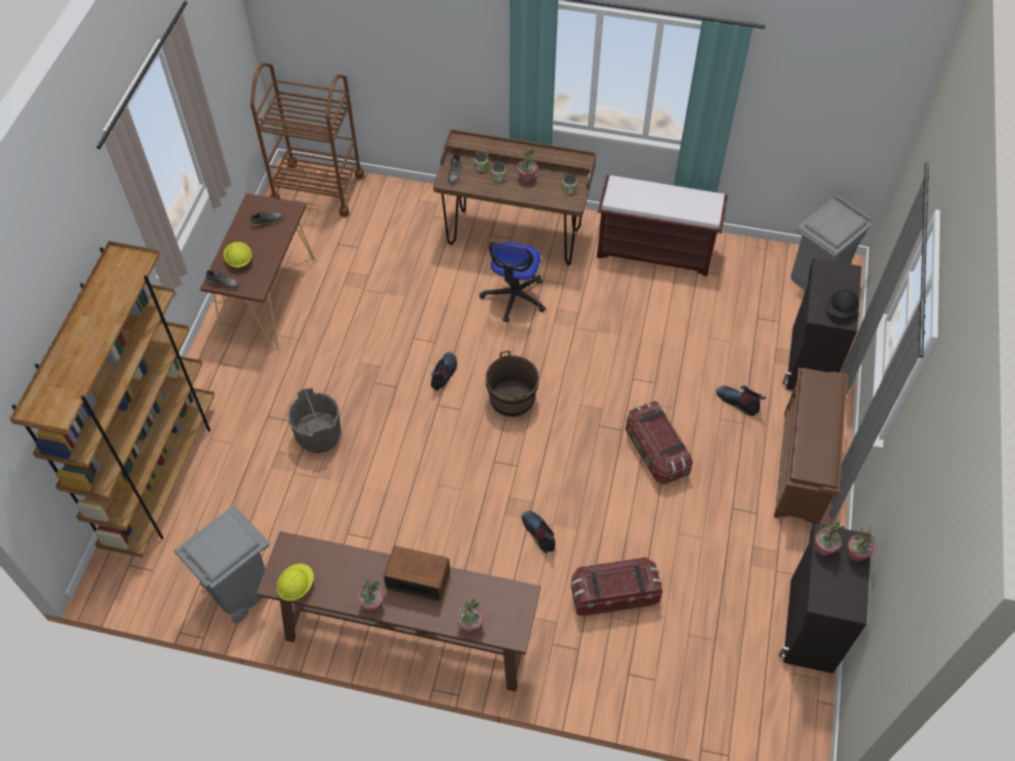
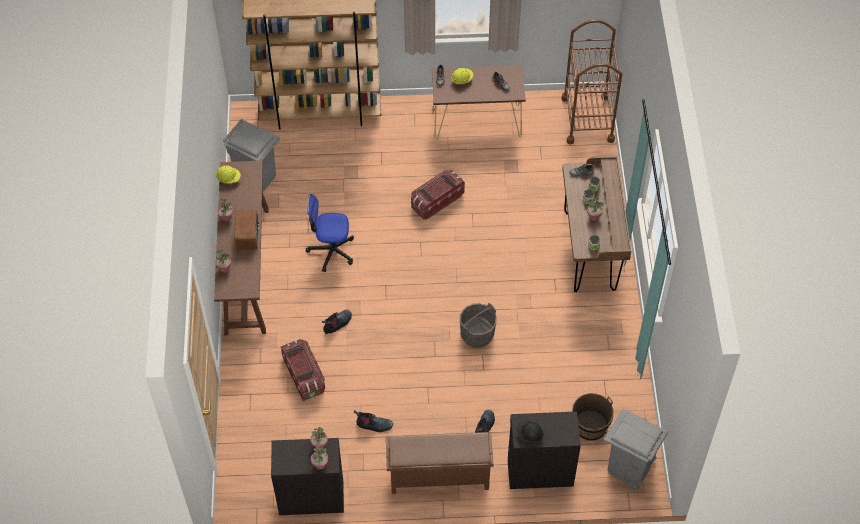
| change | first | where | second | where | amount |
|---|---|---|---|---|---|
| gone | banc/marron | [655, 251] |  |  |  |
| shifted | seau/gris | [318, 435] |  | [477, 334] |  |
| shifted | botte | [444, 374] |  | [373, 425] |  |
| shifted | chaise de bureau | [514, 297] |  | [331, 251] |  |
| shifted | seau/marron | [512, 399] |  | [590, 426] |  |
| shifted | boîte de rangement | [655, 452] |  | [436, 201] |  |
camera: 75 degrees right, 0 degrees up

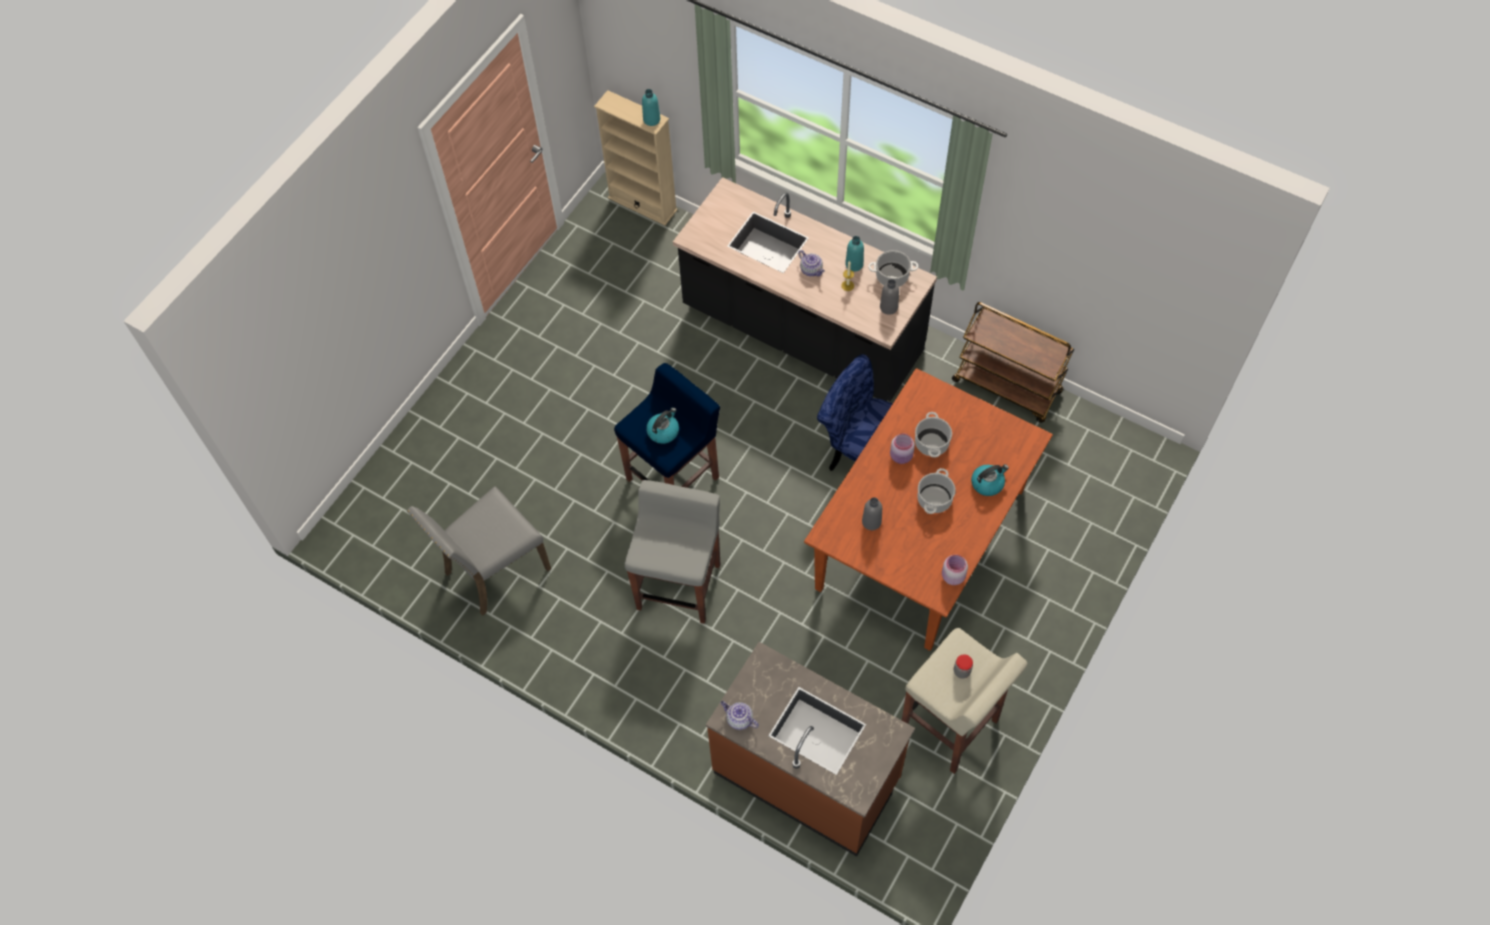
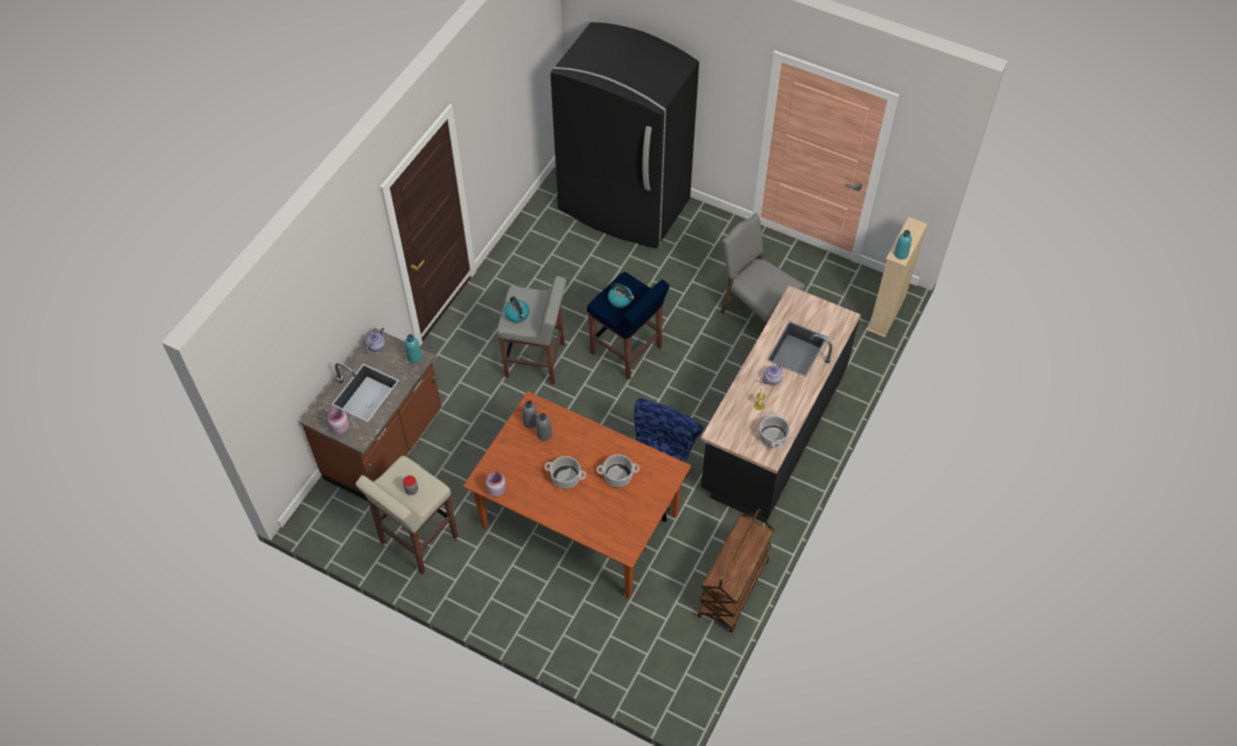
| change | first | where | second | where | amount |
|---|---|---|---|---|---|
| new |  |  | réfrigérateur/noir | [623, 206] |  |
| shifted | chaise/gris | [494, 570] |  | [756, 315] |  |
| shifted | bouteille/turquoise | [854, 264] |  | [414, 357] |  |
| shifted | bouteille/gris | [888, 307] |  | [530, 422] |  |
| shifted | bocal/rose | [901, 456] |  | [340, 428] |  |
| shifted | bouilloire | [987, 483] |  | [517, 315] |  |
camera: 85 degrees right, 5 degrees down

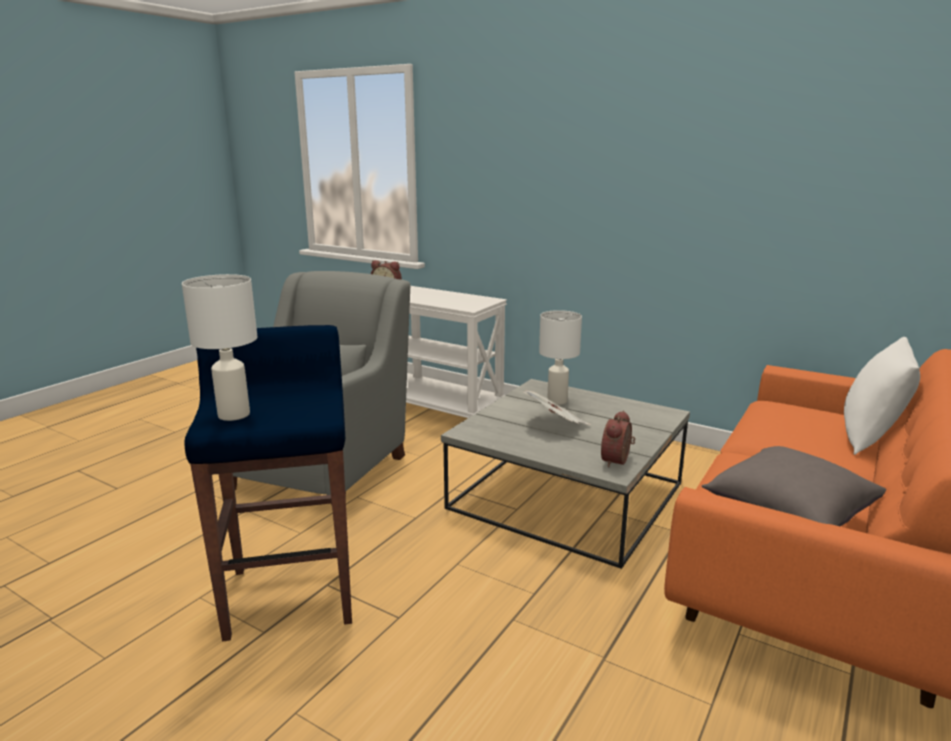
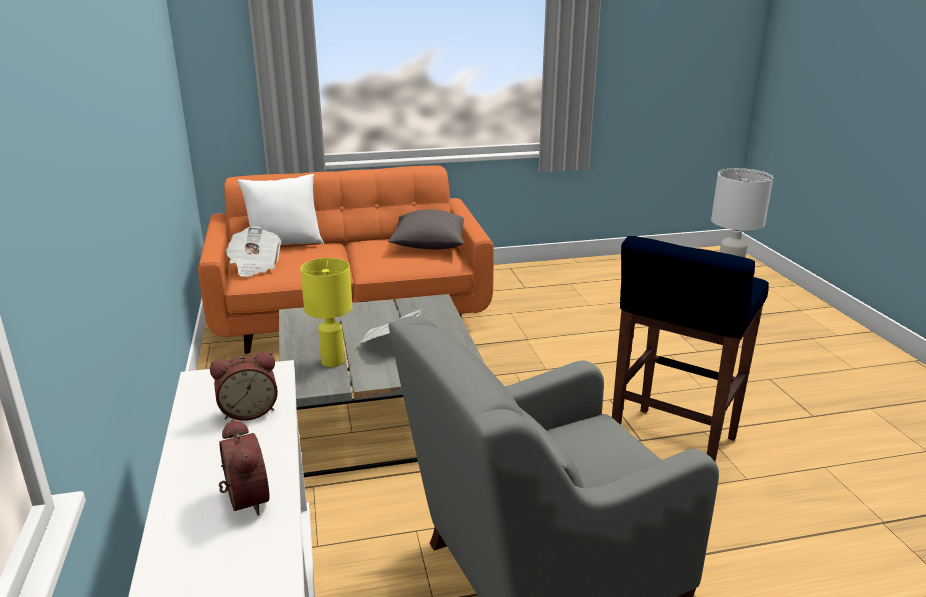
| change | first | where | second | where | amount |
|---|---|---|---|---|---|
| new |  |  | journal | [255, 266] |  |
| shifted | réveil | [618, 461] |  | [249, 411] |  |
| repainted | lampe de table/blanc | [556, 401] | lampe de table/jaune | [333, 362] |  |
camera: 135 degrees left, 5 degrees up

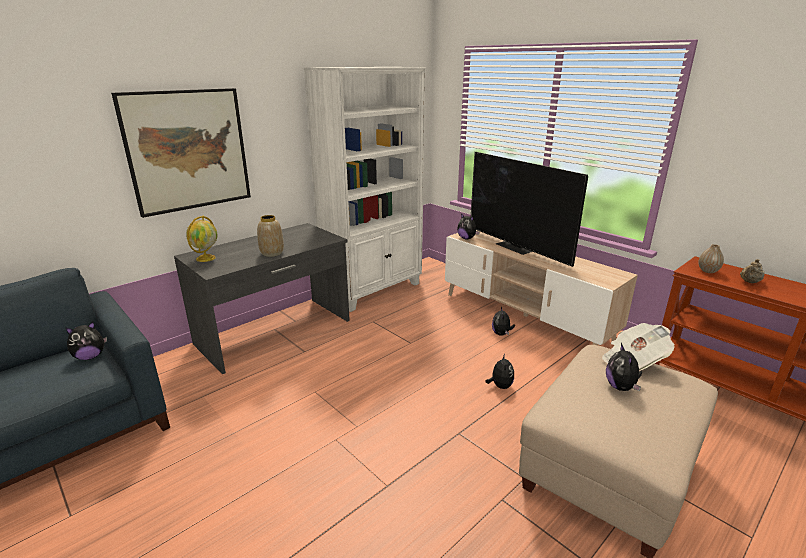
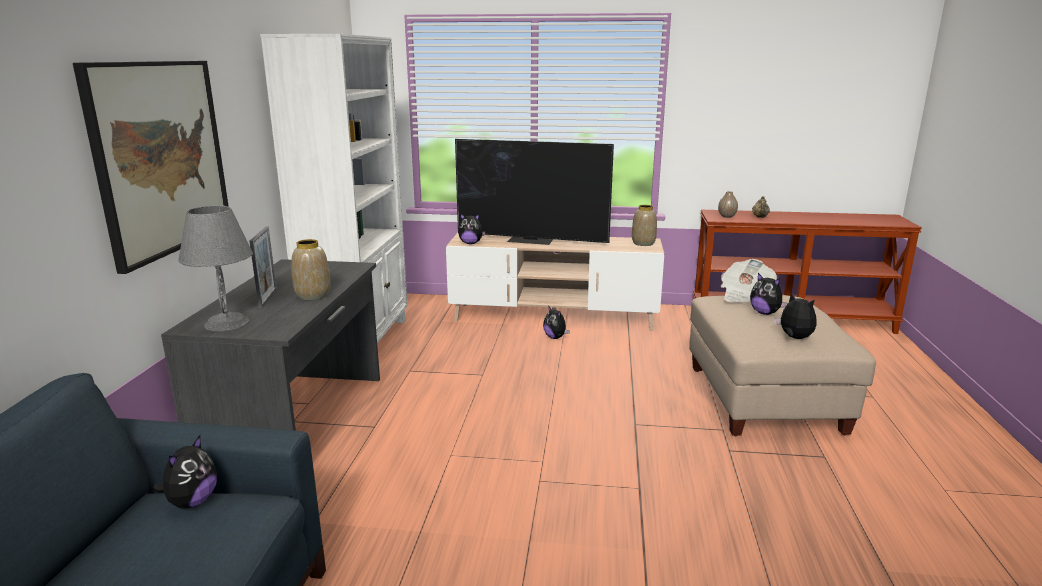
| change | first | where | second | where | amount |
|---|---|---|---|---|---|
| new |  |  | cadre photo | [268, 298] |  |
| new |  |  | vase | [643, 243] |  |
| shifted | peluche | [500, 386] |  | [794, 338] |  |
| swapped | globe | [206, 258] | lampe de table/gris | [226, 323] |  |
camera: 40 degrees left, 5 degrees down

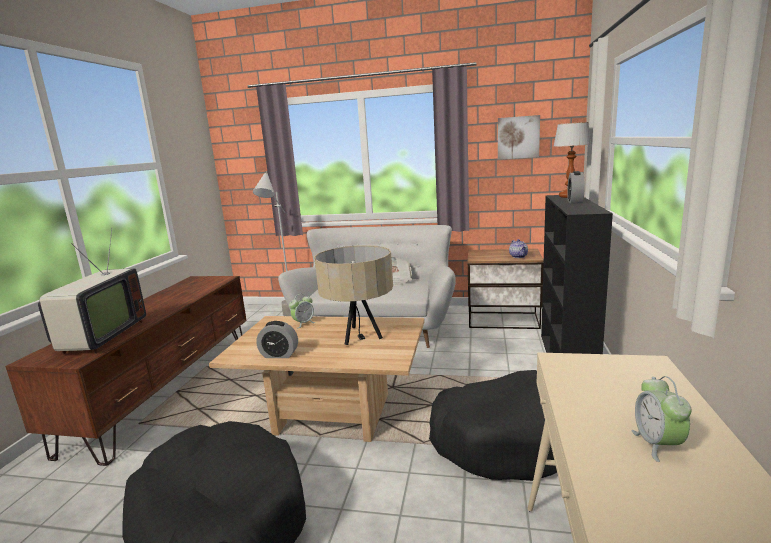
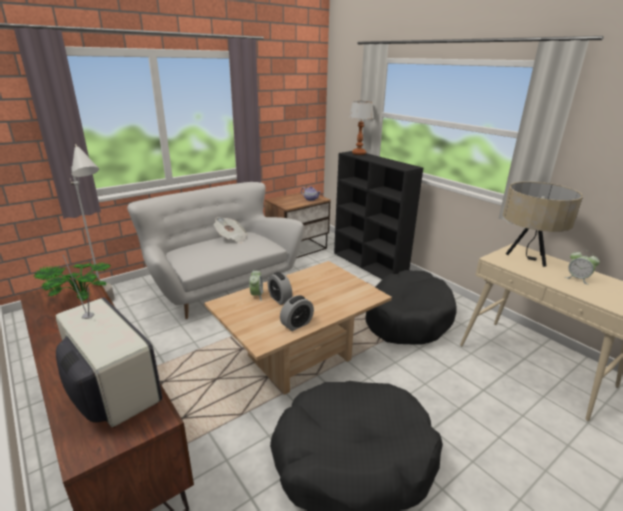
| change | first | where | second | where | amount |
|---|---|---|---|---|---|
| gone | tableau | [518, 137] |  |  |  |
| new |  |  | plante en pot | [79, 300] |  |
| shifted | lampe de table/beige | [359, 335] |  | [526, 258] |  |
| shifted | réveil | [575, 201] |  | [279, 299] |  |
camera: 50 degrees left, 10 degrees up

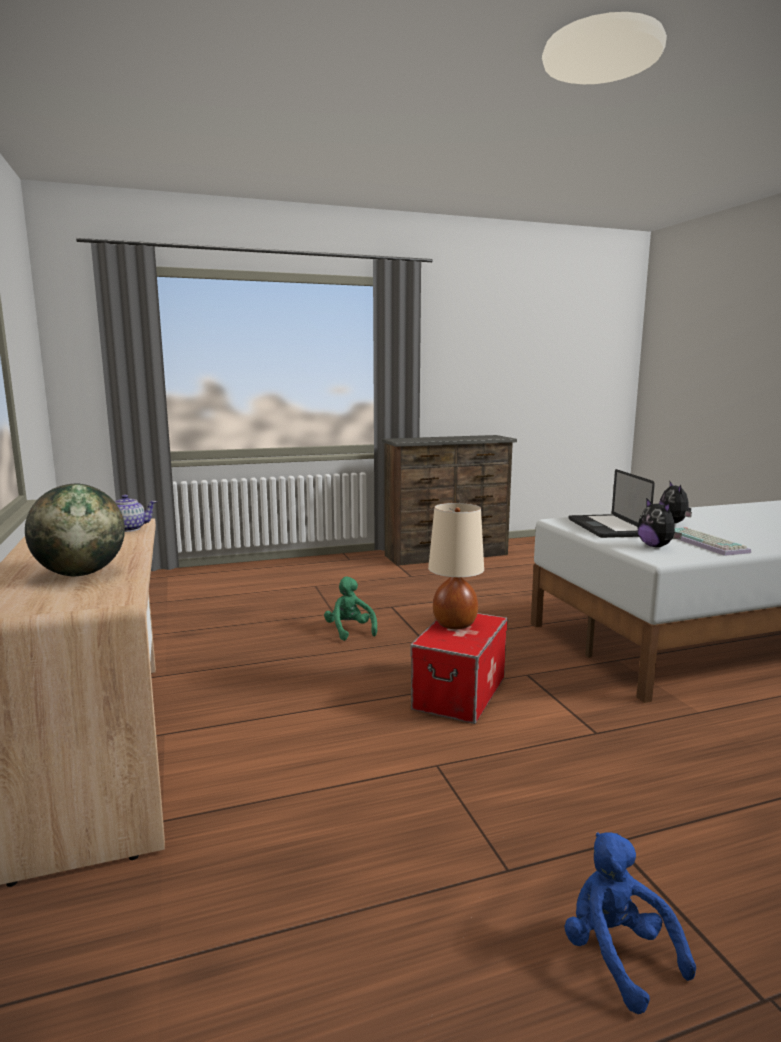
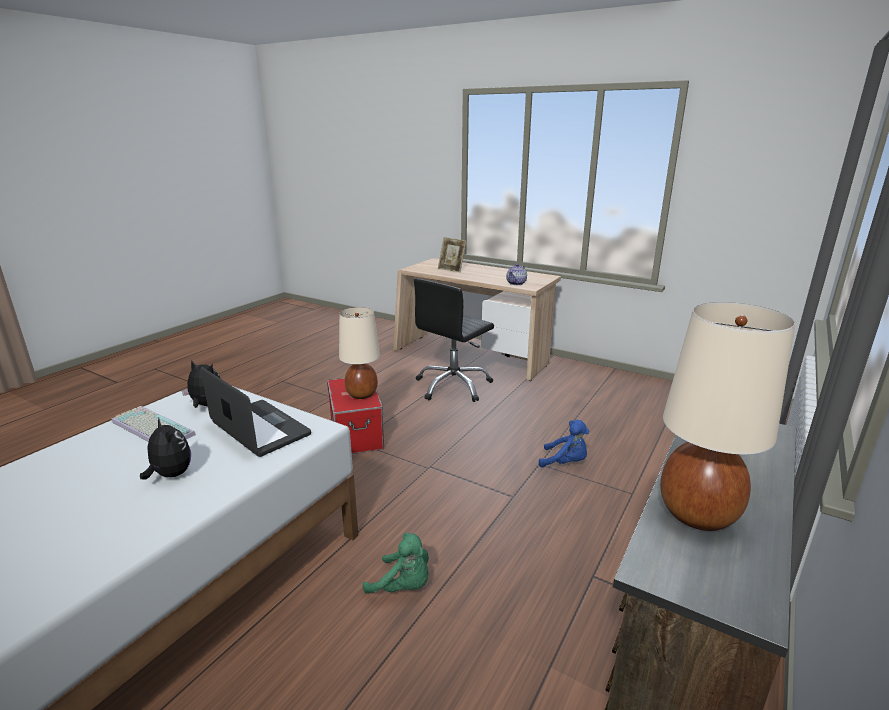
| change | first | where | second | where | amount |
|---|---|---|---|---|---|
| new |  |  | chaise de bureau/noir | [453, 386] |  |
| new |  |  | lampe de table/beige | [696, 513] |  |
| shifted | peluche/vert | [349, 630] |  | [403, 586] |  |
| shifted | peluche/bleu | [617, 954] |  | [565, 462] |  |
| swapped | globe | [80, 574] | cadre photo | [451, 269] |  |
camera: 140 degrees right, 10 degrees up

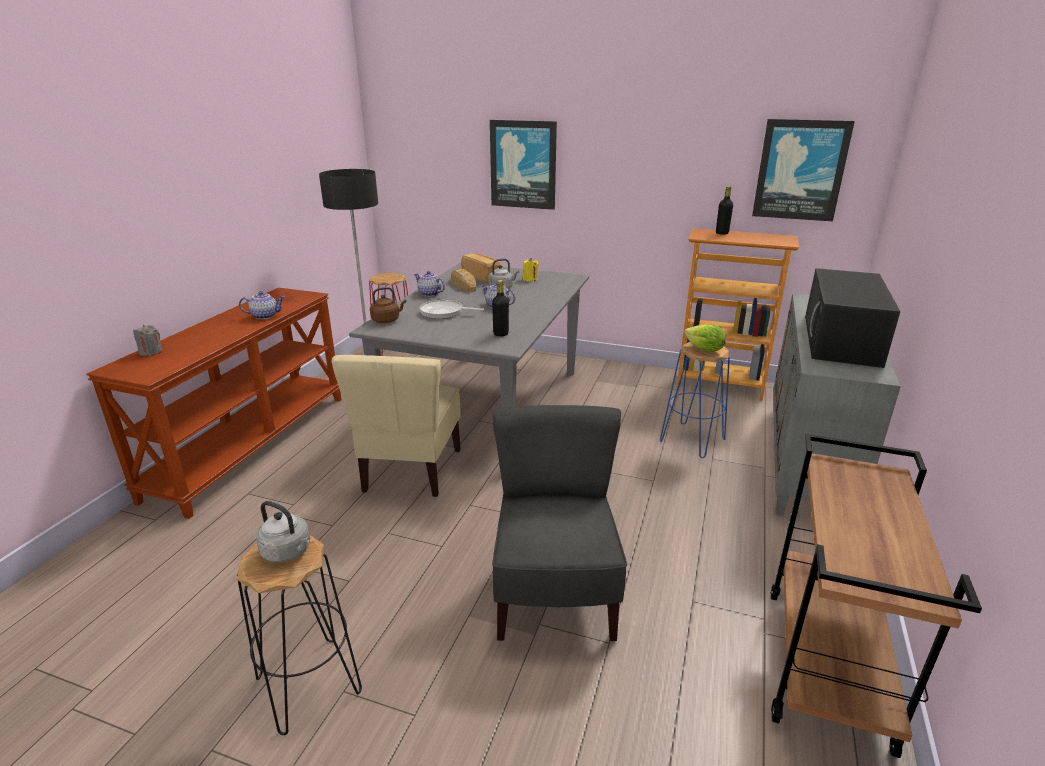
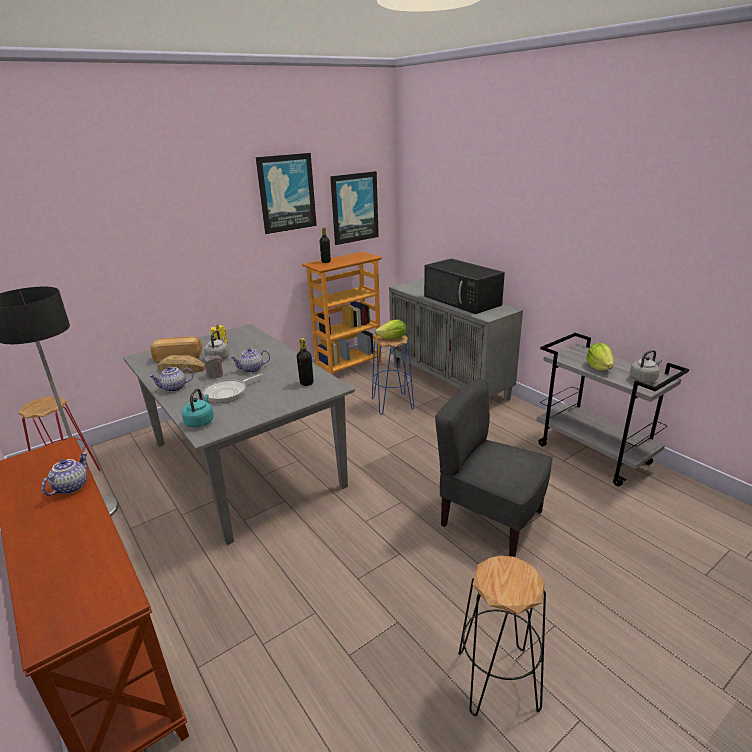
| change | first | where | second | where | amount |
|---|---|---|---|---|---|
| gone | chaise/beige | [411, 471] |  |  |  |
| new |  |  | laitue | [599, 367] |  |
| shifted | bougie/gris | [151, 352] |  | [215, 375] |  |
| shifted | bouilloire/gris | [288, 552] |  | [644, 379] |  |
| shifted | tableau | [523, 164] |  | [286, 193] |  |
| repainted | bouilloire/marron | [387, 320] | bouilloire/turquoise | [200, 421] |  |
| repainted | chariot/marron | [827, 667] | chariot/gris | [594, 454] |  |
camera: 55 degrees left, 0 degrees up

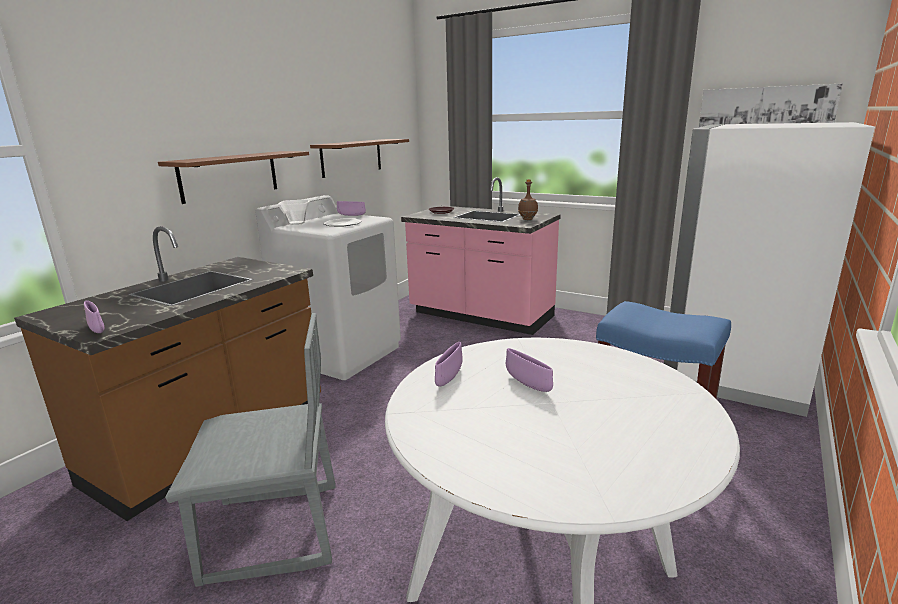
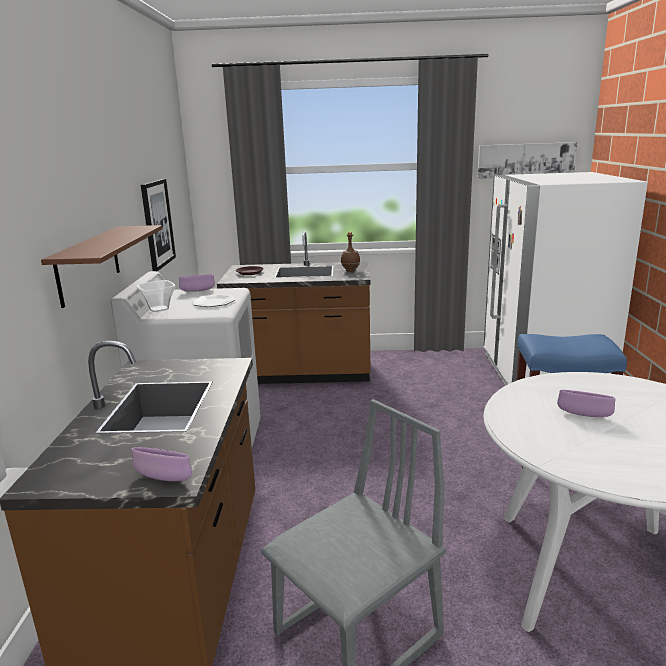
| change | first | where | second | where | amount |
|---|---|---|---|---|---|
| gone | bol/violet | [449, 378] |  |  |  |
| swapped | étagère/marron | [351, 157] | tableau | [157, 223] |  |
| repainted | comptoir de cuisine/rose | [480, 316] | comptoir de cuisine/marron | [302, 374] |  |
camera: 30 degrees left, 0 degrees up

